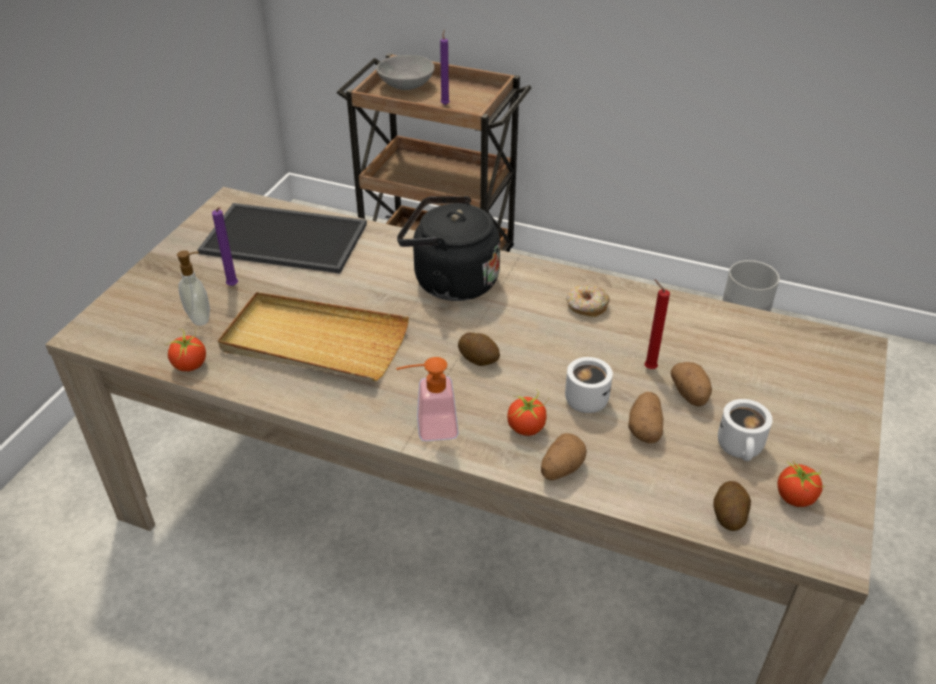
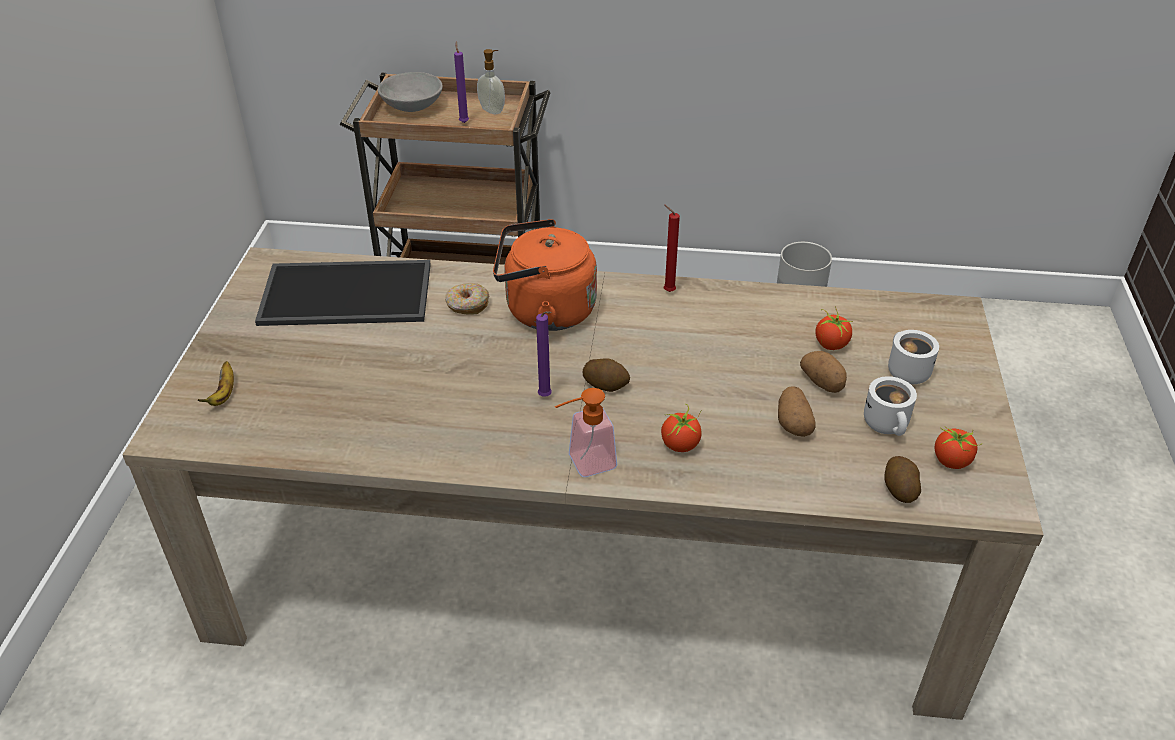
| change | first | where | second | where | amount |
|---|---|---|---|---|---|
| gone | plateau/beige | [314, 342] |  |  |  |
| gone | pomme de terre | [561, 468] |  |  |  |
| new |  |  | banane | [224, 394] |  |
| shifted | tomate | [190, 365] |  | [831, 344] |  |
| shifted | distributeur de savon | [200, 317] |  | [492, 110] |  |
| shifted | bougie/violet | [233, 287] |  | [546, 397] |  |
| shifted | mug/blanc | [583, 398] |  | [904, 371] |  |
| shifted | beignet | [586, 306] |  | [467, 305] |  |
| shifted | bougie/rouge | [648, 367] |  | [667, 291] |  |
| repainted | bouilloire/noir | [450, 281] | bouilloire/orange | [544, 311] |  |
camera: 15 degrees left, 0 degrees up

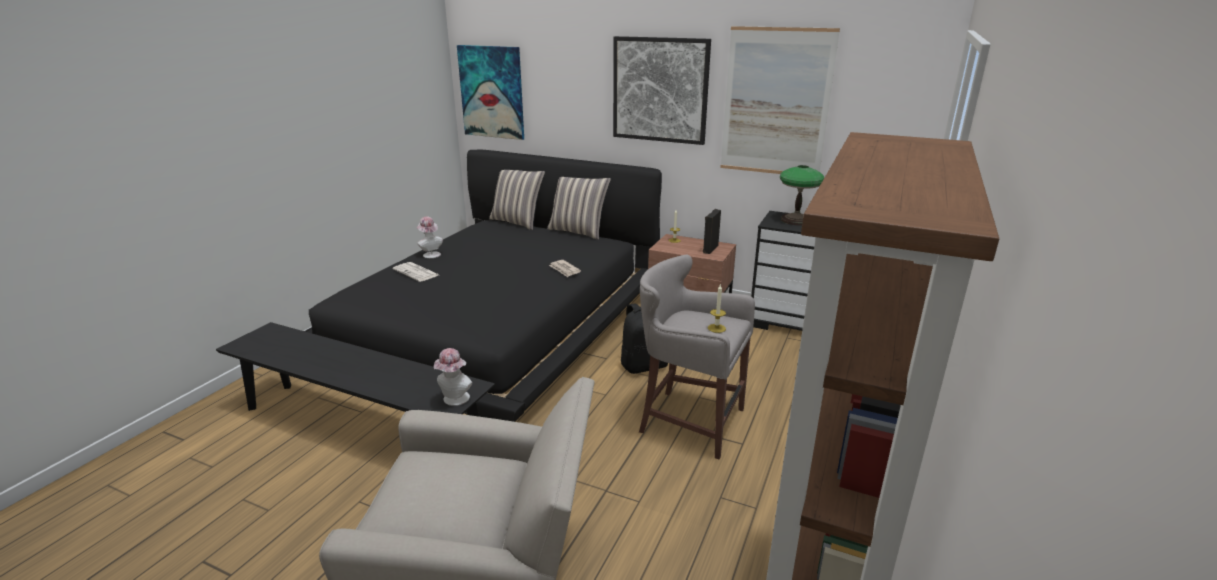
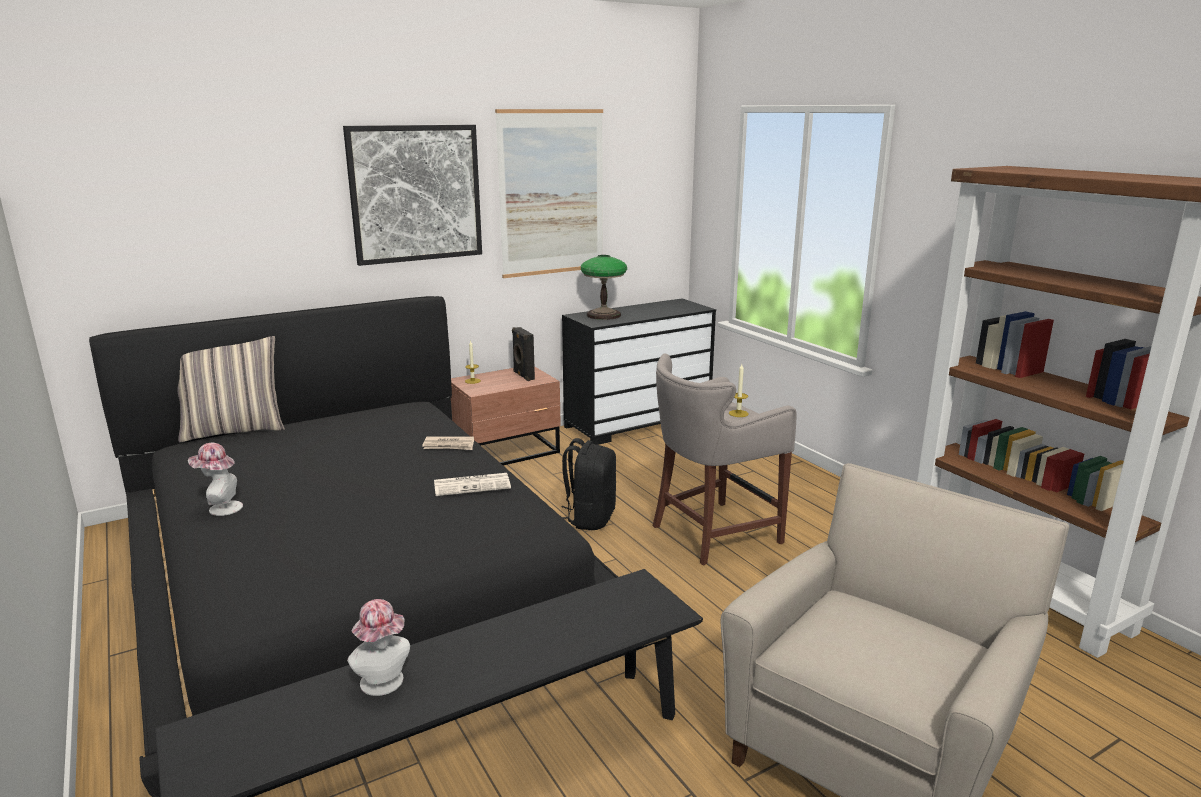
| change | first | where | second | where | amount |
|---|---|---|---|---|---|
| gone | tableau | [492, 92] |  |  |  |
| gone | coussin | [578, 231] |  |  |  |
| shifted | journal | [417, 272] |  | [473, 485] |  |
| shifted | chapeau | [454, 400] |  | [384, 684] |  |
camera: 55 degrees left, 5 degrees down

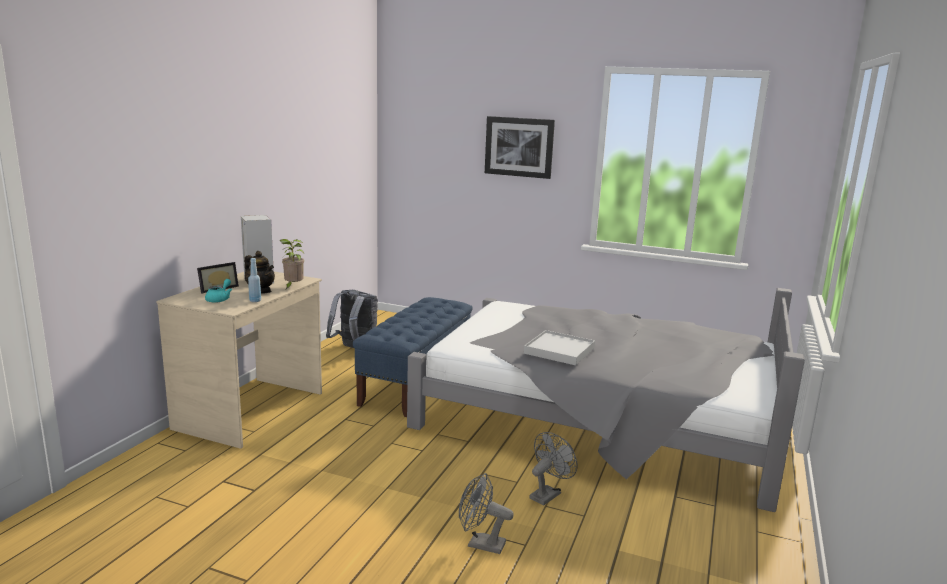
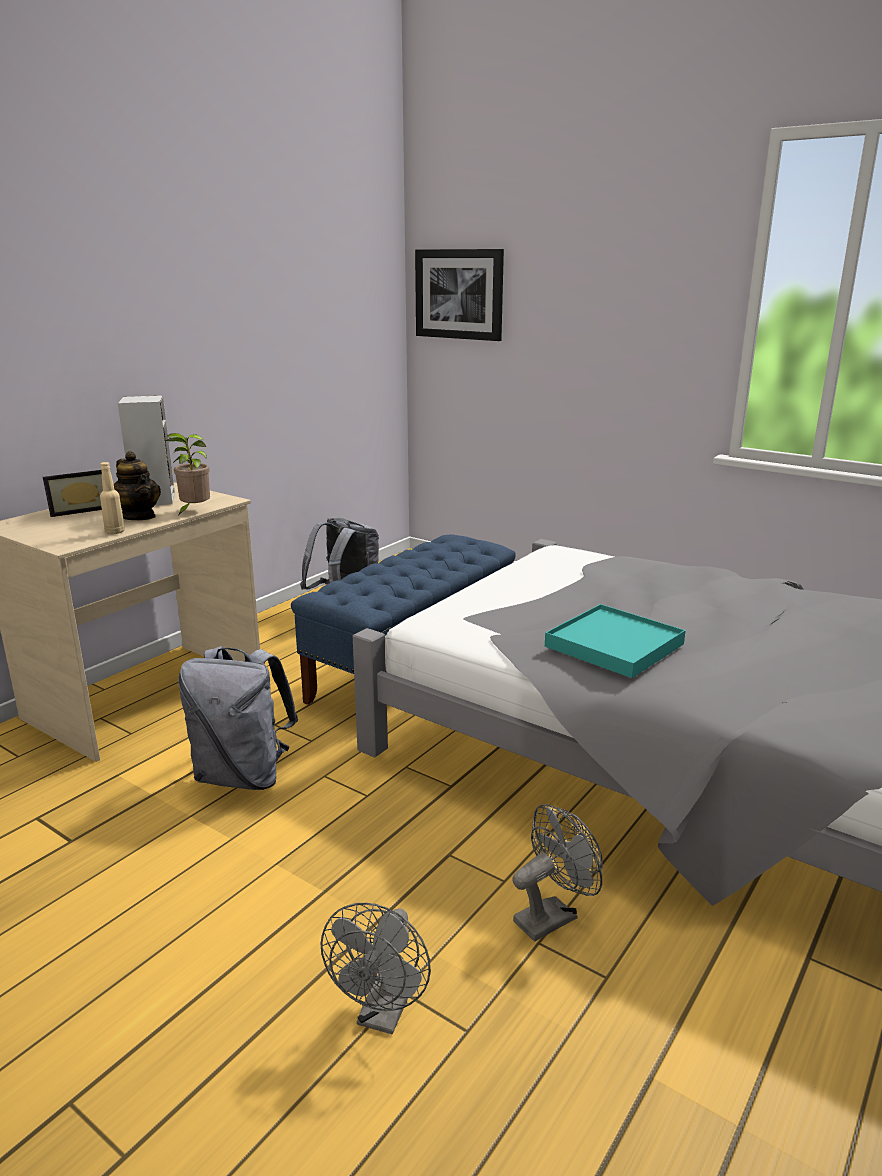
| change | first | where | second | where | amount |
|---|---|---|---|---|---|
| gone | théière/turquoise | [220, 299] |  |  |  |
| new |  |  | sac à dos/gris | [243, 776] |  |
| shifted | tableau | [519, 147] |  | [459, 294] |  |
| repainted | bouteille/bleu | [255, 301] | bouteille/beige | [115, 532] |  |
| repainted | plateau/blanc | [559, 350] | plateau/turquoise | [614, 645] |  |
| rotated | ventilateur/gris | [480, 544] |  | [383, 1014] | 105 degrees counterclockwise |
camera: 15 degrees right, 5 degrees up

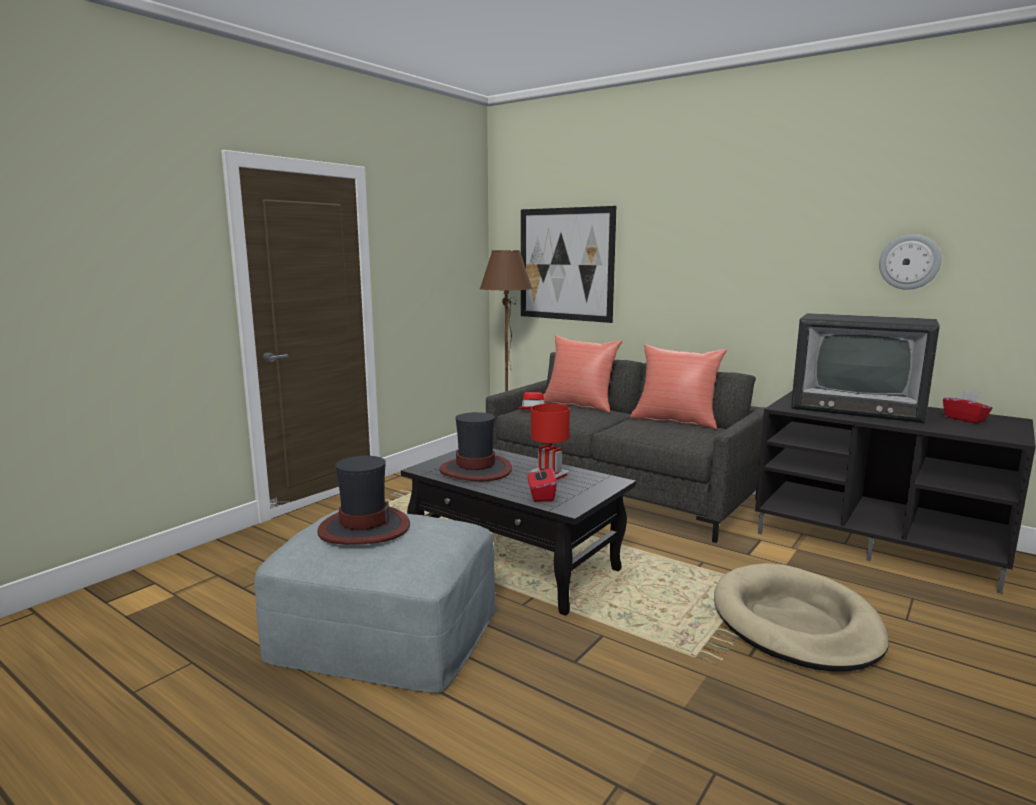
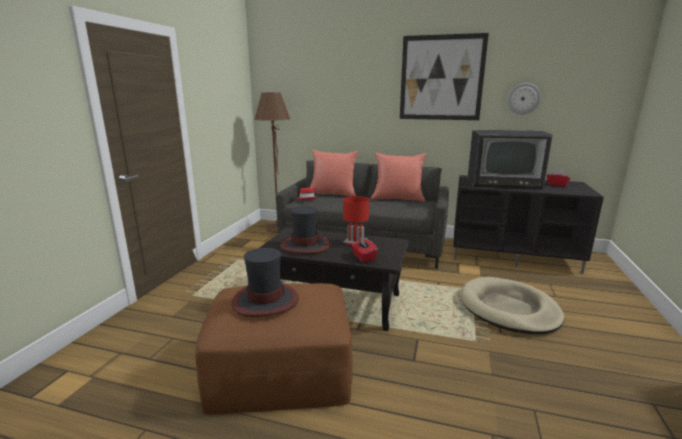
| change | first | where | second | where | amount |
|---|---|---|---|---|---|
| shifted | tableau | [565, 264] |  | [441, 78] |  |
| repainted | pouf/gris | [384, 632] | pouf/marron | [280, 369] |  |
camera: 20 degrees left, 5 degrees up

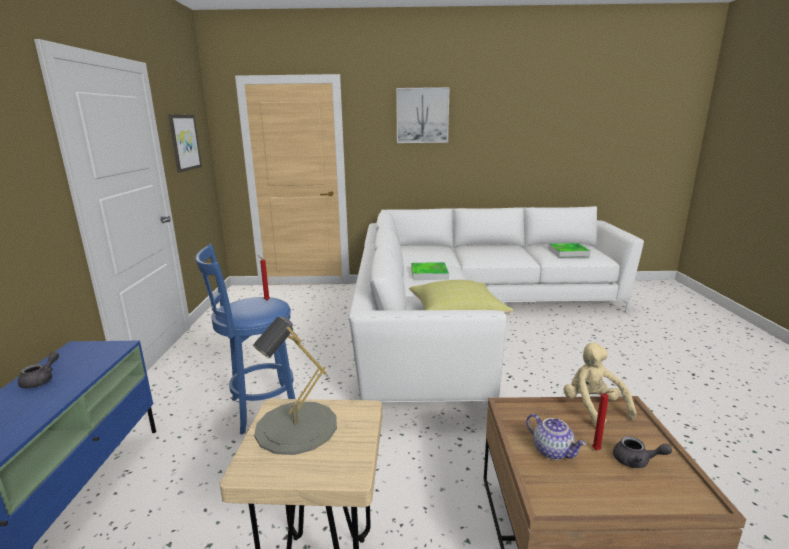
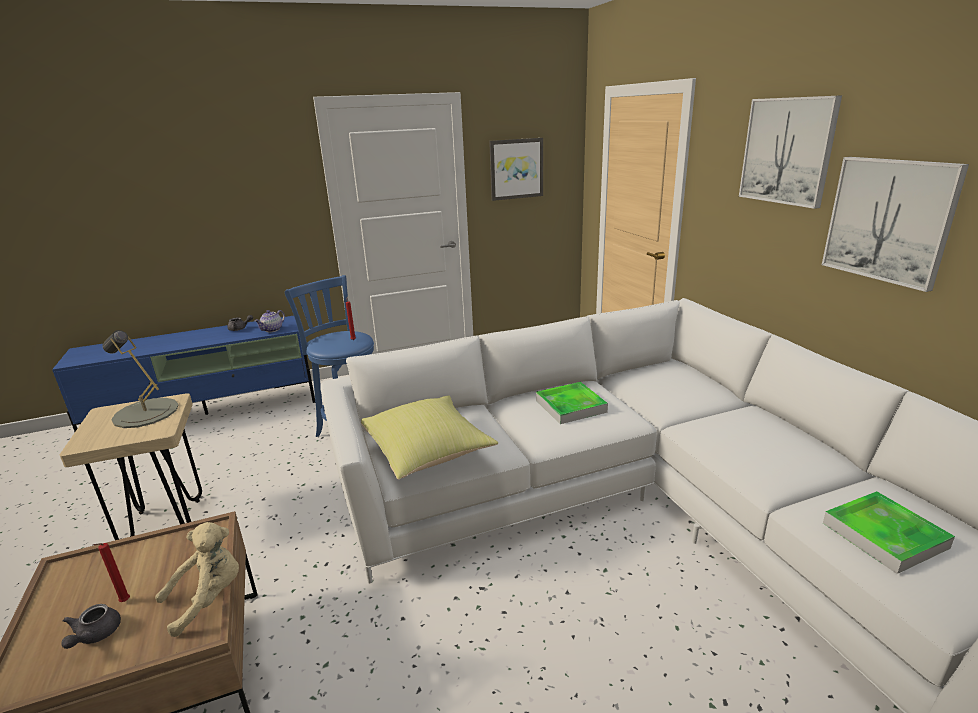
| change | first | where | second | where | amount |
|---|---|---|---|---|---|
| new |  |  | tableau | [889, 220] |  |
| shifted | théière | [553, 451] |  | [272, 330] |  |
camera: 70 degrees right, 5 degrees up

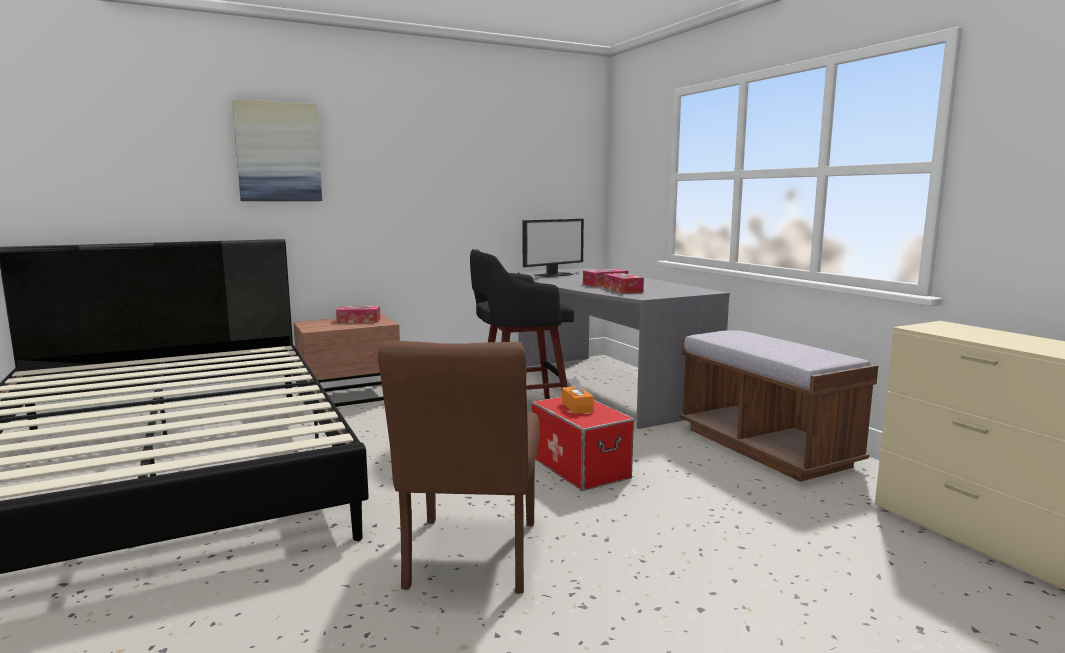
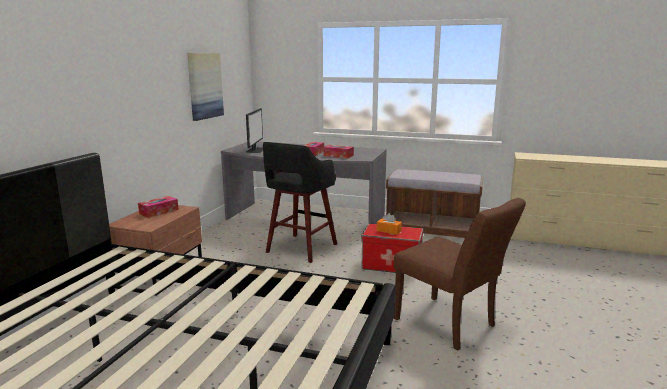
| change | first | where | second | where | amount |
|---|---|---|---|---|---|
| shifted | tableau | [278, 152] |  | [205, 85] |  |
camera: 45 degrees left, 5 degrees up

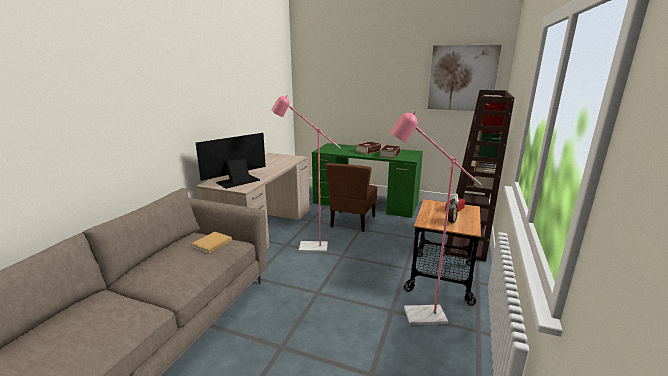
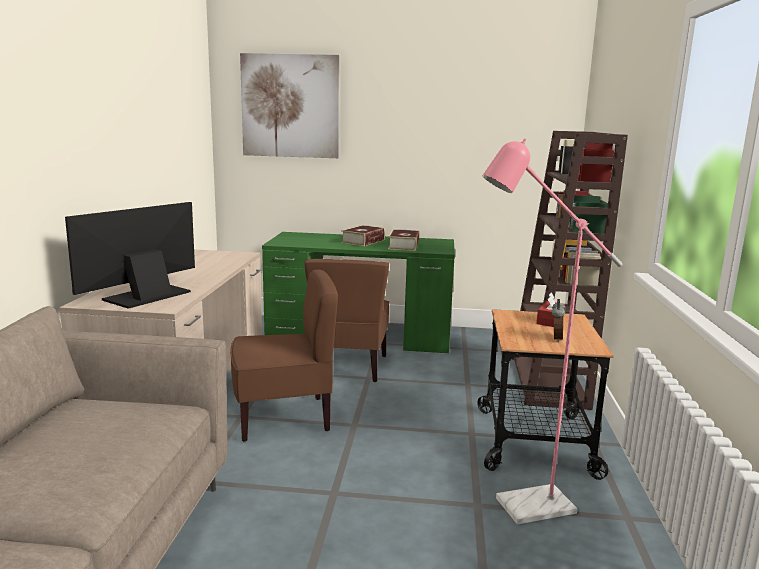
| change | first | where | second | where | amount |
|---|---|---|---|---|---|
| gone | livre/beige | [211, 244] |  |  |  |
| shifted | tableau | [462, 78] |  | [290, 106] |  |
| swapped | lampadaire/rose | [307, 247] | chaise/marron | [284, 417] |  |
camera: 15 degrees left, 5 degrees down

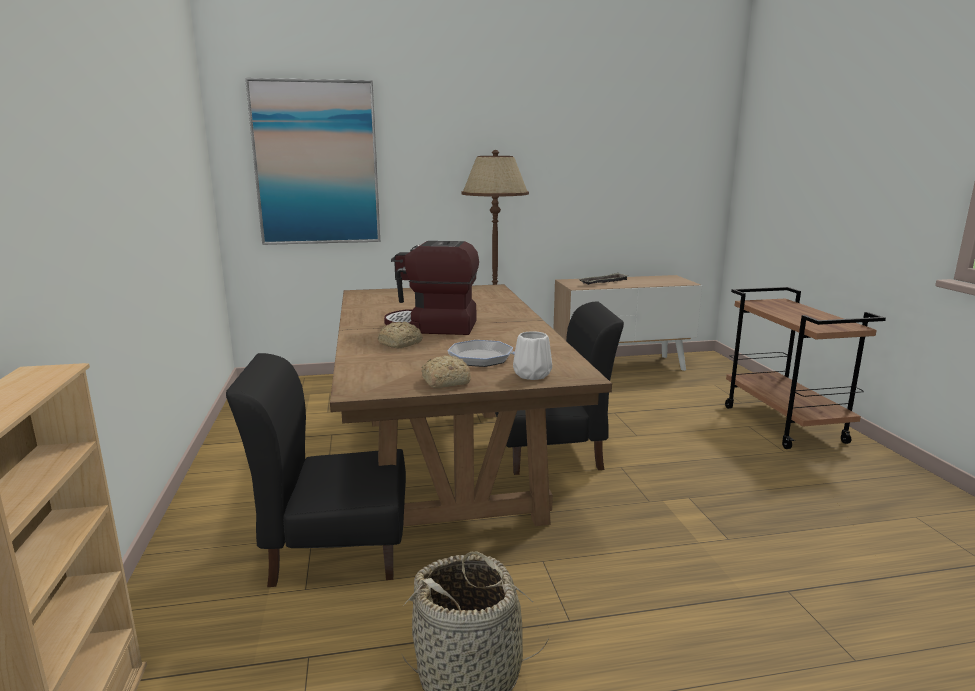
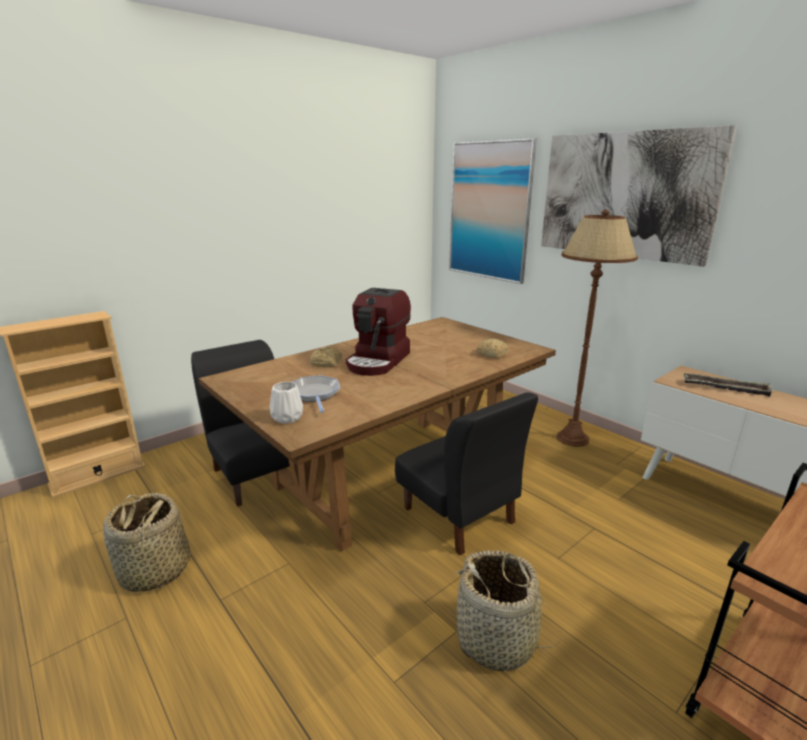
| change | first | where | second | where | amount |
|---|---|---|---|---|---|
| new |  |  | panier | [496, 640] |  |
| new |  |  | tableau | [624, 195] |  |
| shifted | pain | [444, 382] |  | [491, 354] |  |
| rotated | machine à café | [432, 327] |  | [379, 361] | 135 degrees counterclockwise |
camera: 60 degrees right, 5 degrees up

